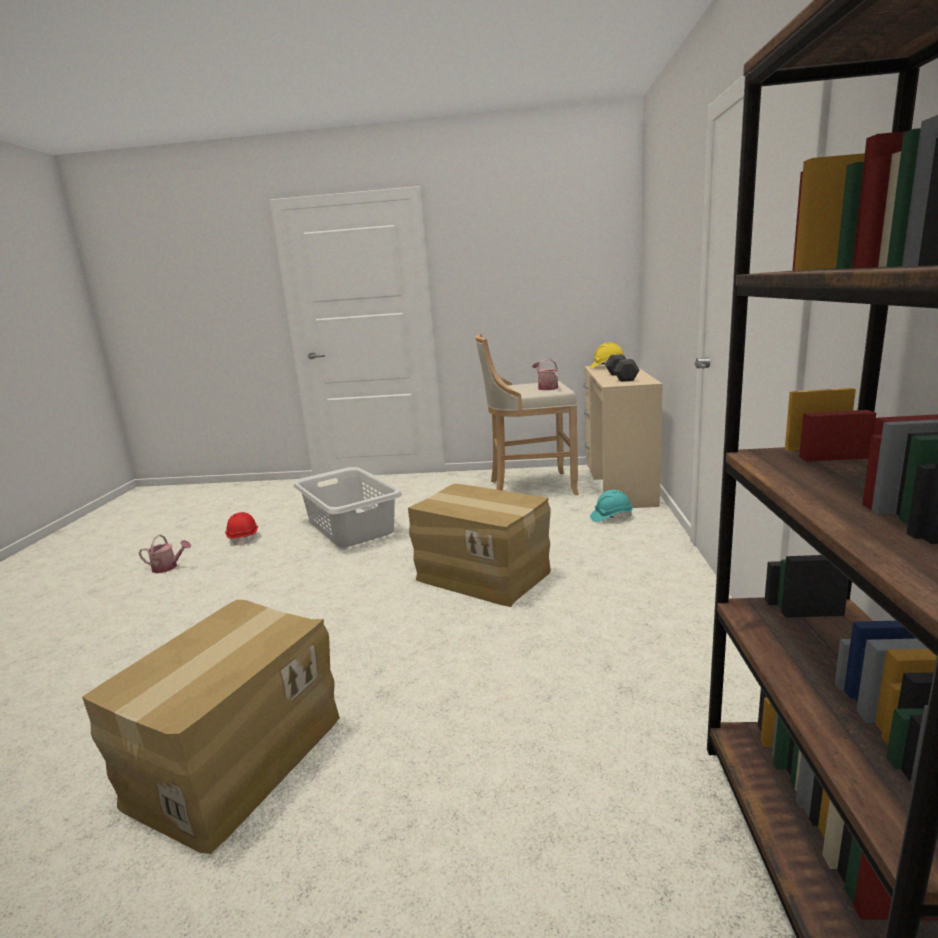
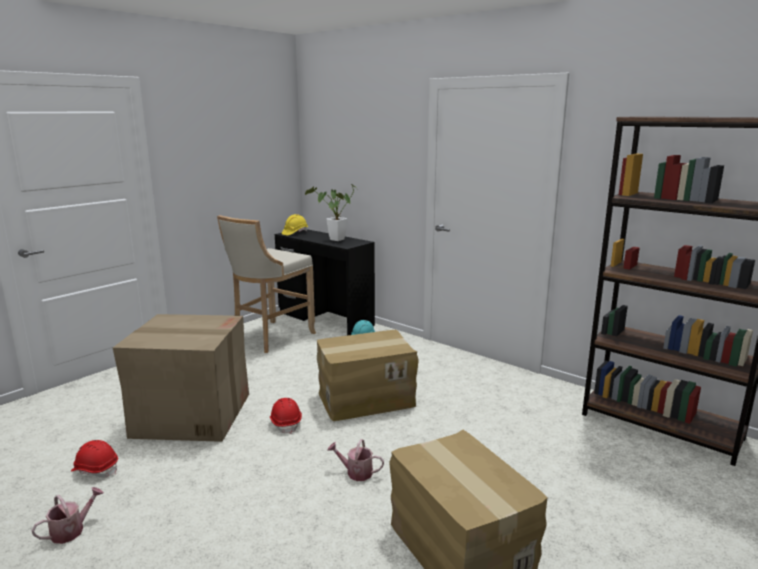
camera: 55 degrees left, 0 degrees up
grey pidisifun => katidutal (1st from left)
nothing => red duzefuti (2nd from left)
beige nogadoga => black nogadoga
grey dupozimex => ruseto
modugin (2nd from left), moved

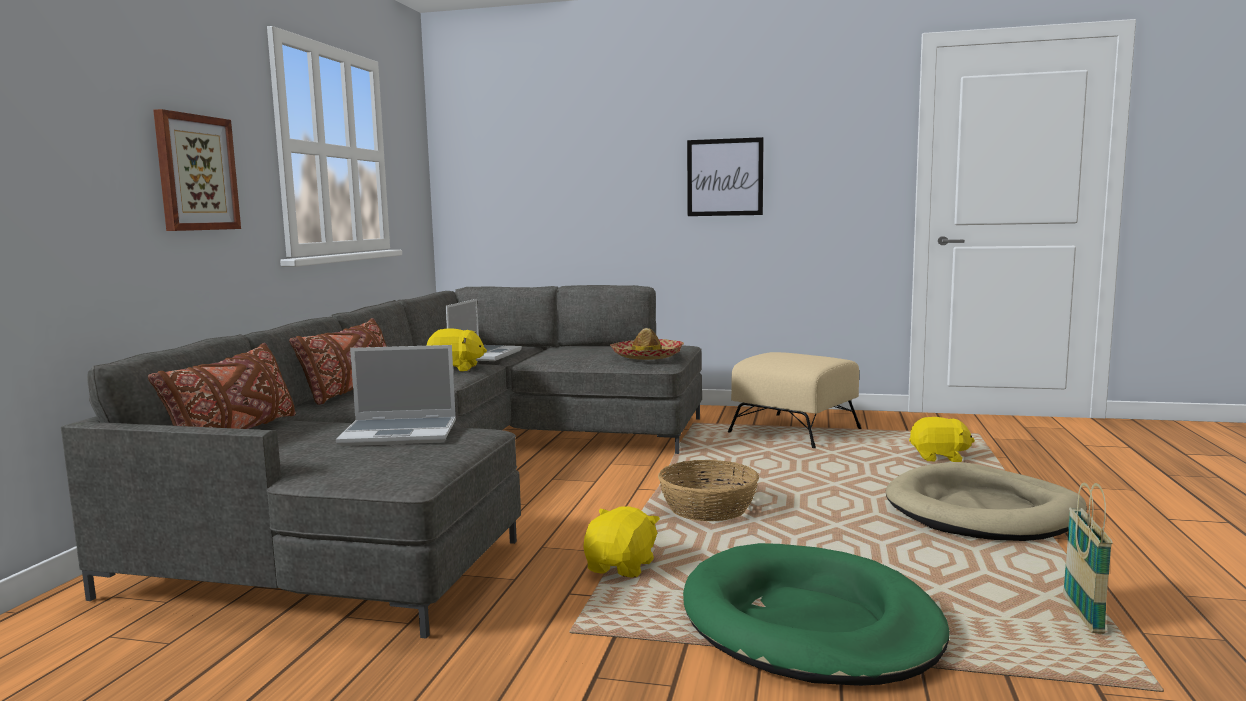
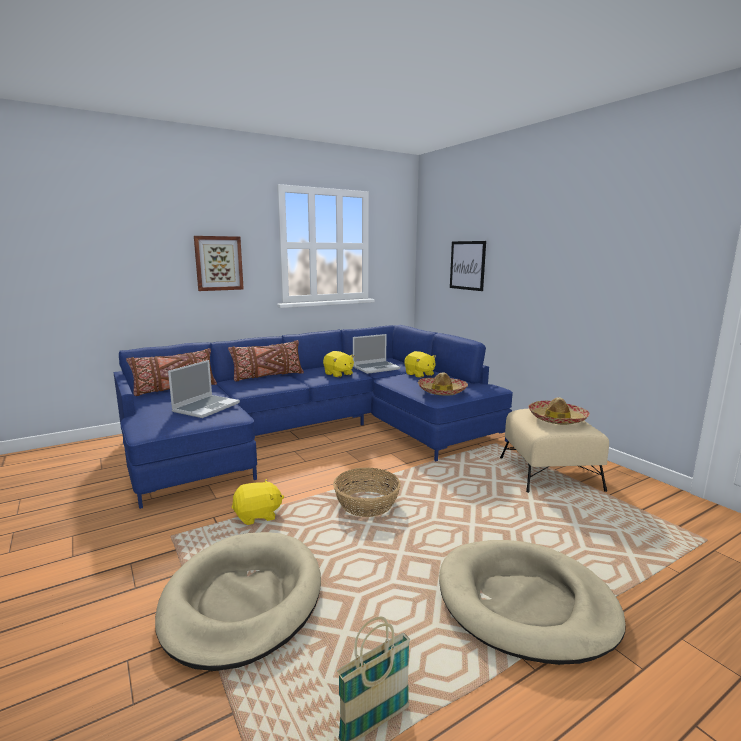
camera: 45 degrees right, 5 degrees up
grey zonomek => blue zonomek
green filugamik => beige filugamik (1st from left)
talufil (1st from left), 105 degrees counterclockwise
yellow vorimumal (3rd from left), moved
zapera (2nd from left), moved
nothing => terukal (2nd from left)

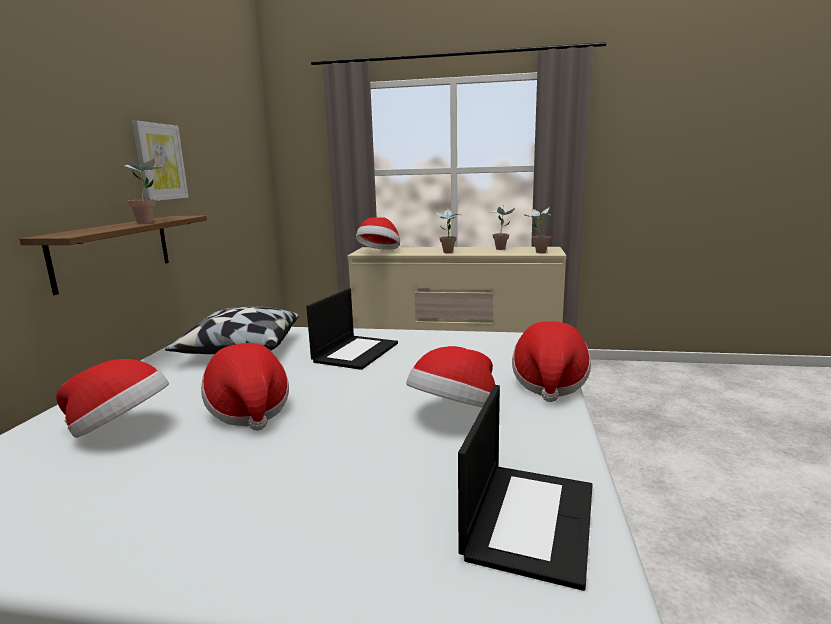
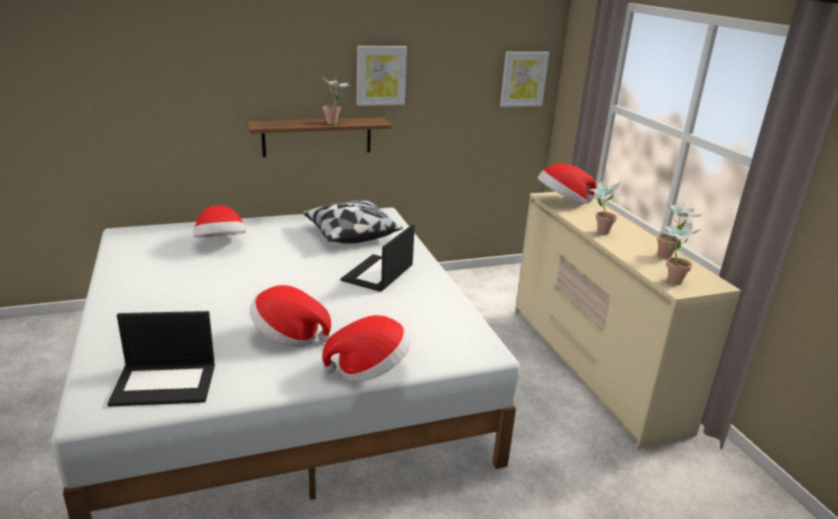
camera: 60 degrees right, 10 degrees up
talufil (1st from left in the first image) => talufil (2nd from left), 120 degrees clockwise
nothing => zapera (2nd from left)
terukal (2nd from left) => nothing

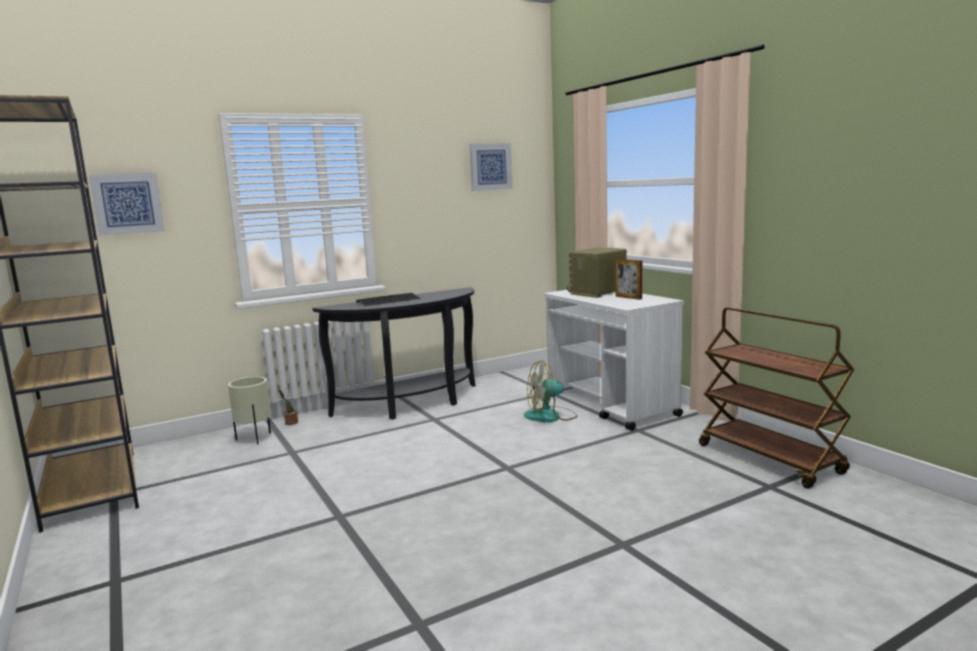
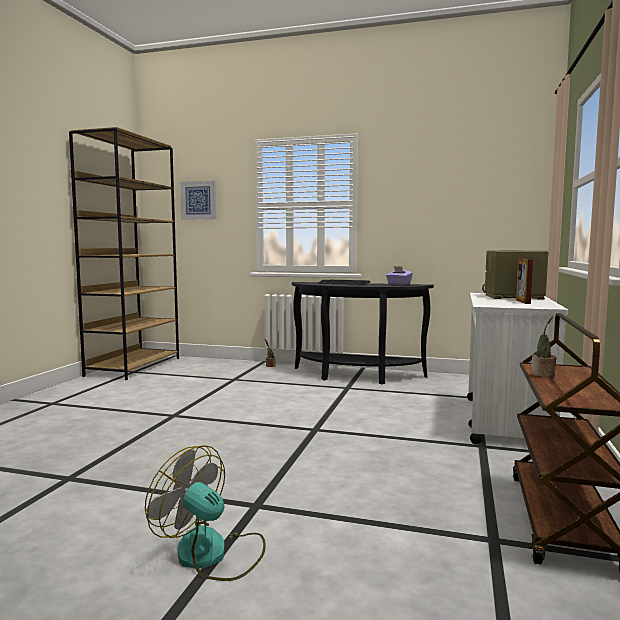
camera: 45 degrees right, 5 degrees down
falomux, moved
nothing => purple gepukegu
nothing => ruseto (2nd from left)
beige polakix => nothing
zapera (2nd from left) => nothing

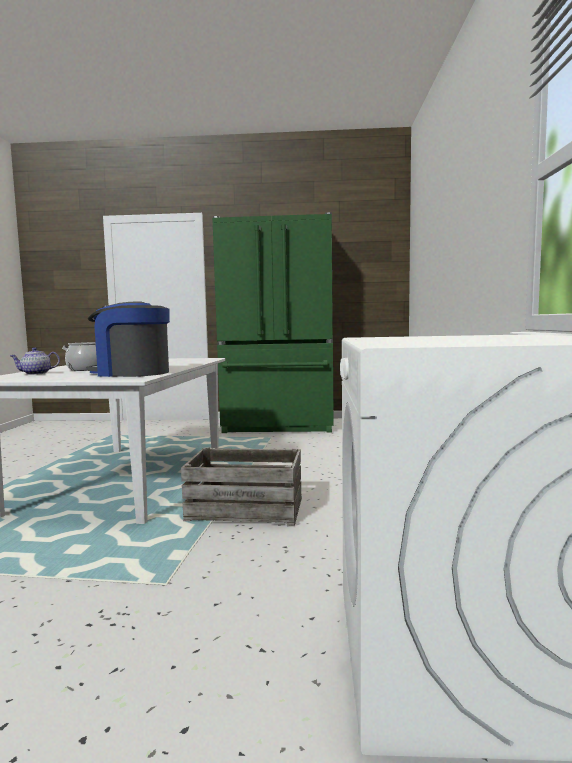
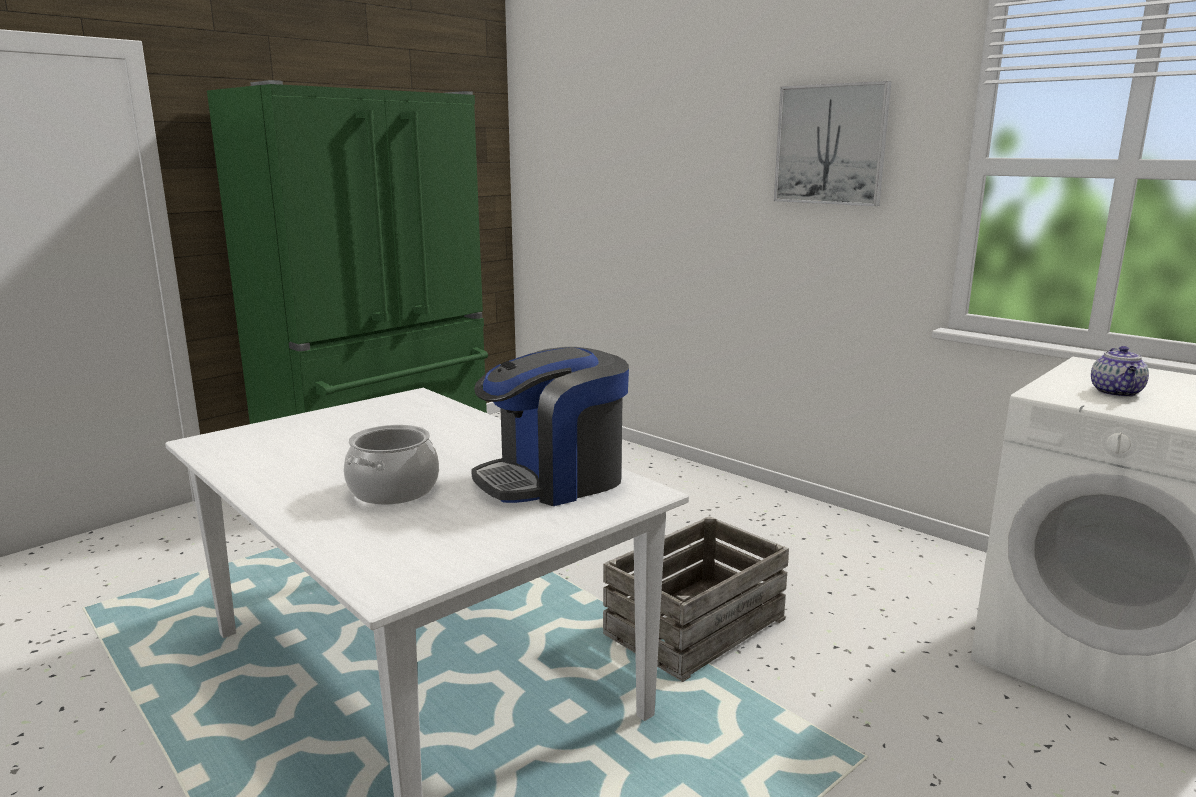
camera: 50 degrees left, 10 degrees up
nothing => zapera
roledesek, moved

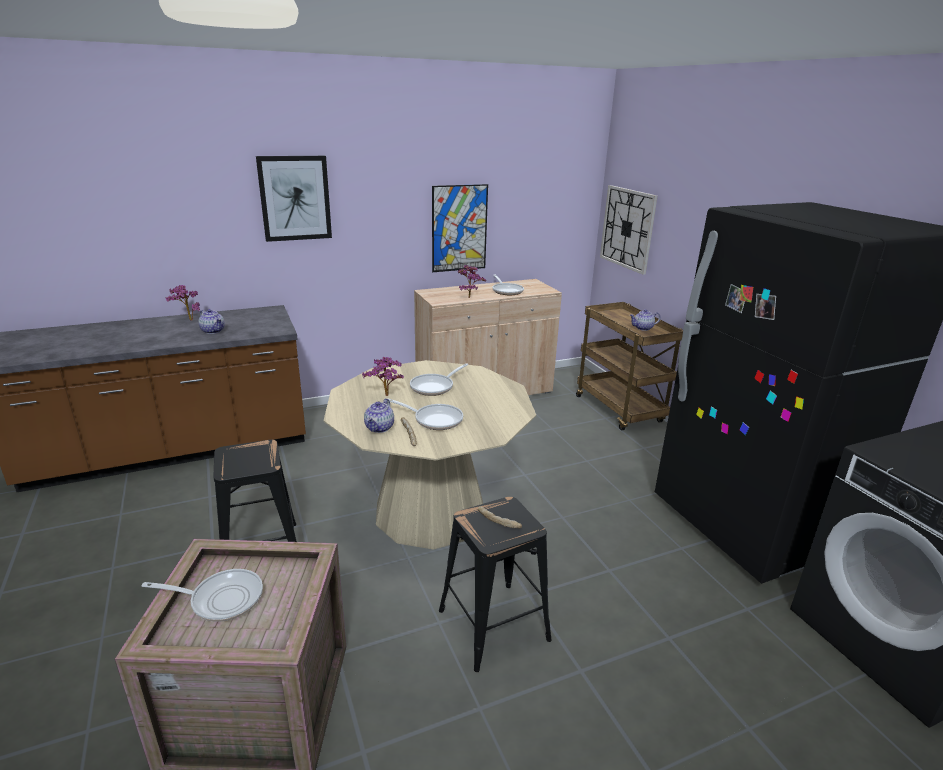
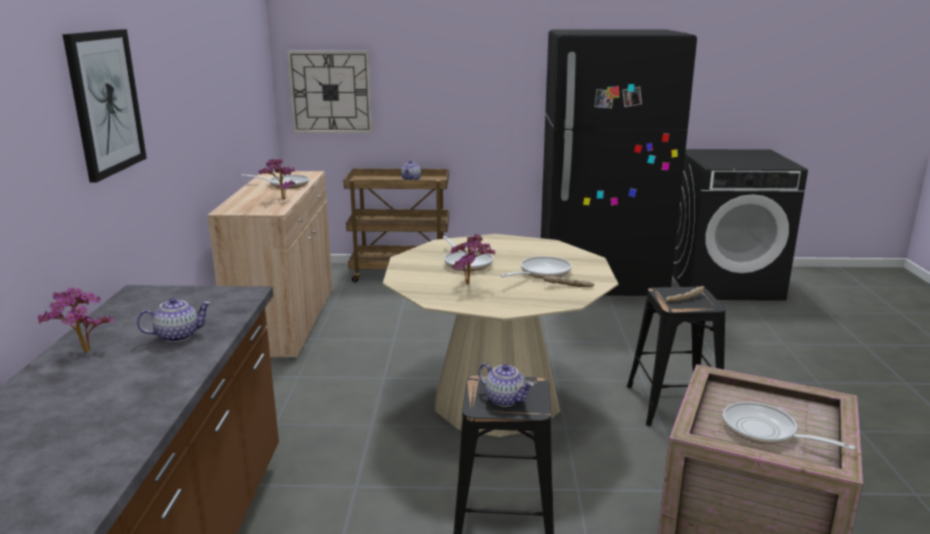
camera: 65 degrees left, 5 degrees down
roledesek (2nd from left in the first image) => roledesek (3rd from left), moved
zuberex (1st from left in the first image) => zuberex (4th from left), 75 degrees counterclockwise
zapera (2nd from left) => nothing

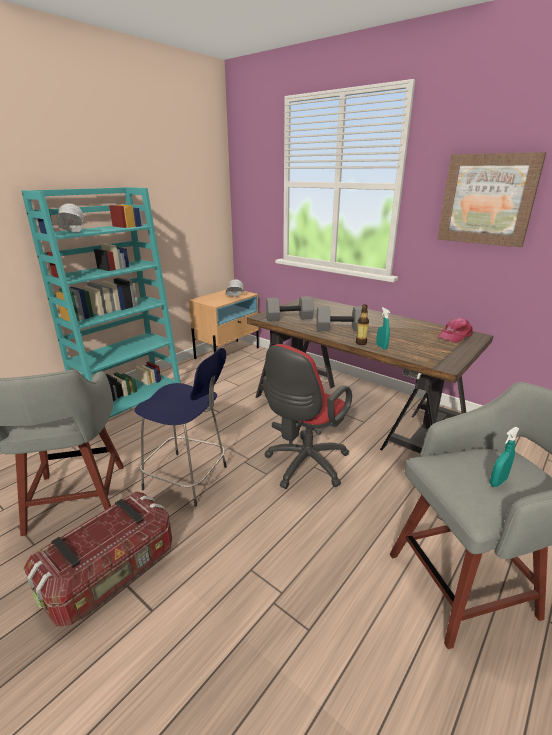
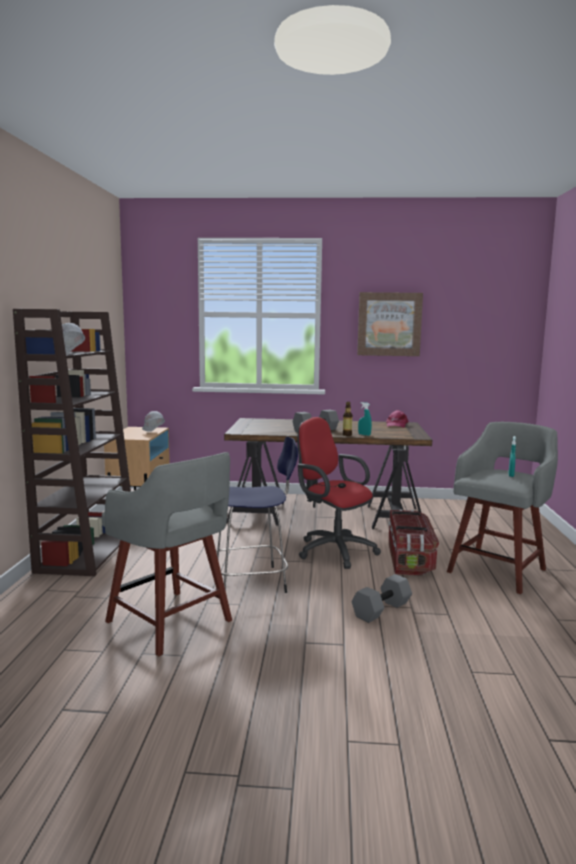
camera: 35 degrees left, 15 degrees down
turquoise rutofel => brown rutofel
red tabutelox, 135 degrees clockwise
grey dupozimex (1st from left in the first image) => grey dupozimex (2nd from left), moved
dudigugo, moved

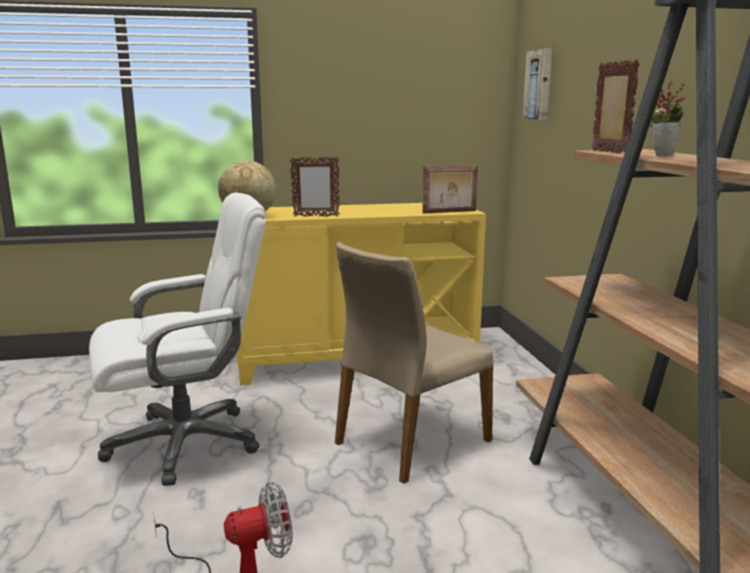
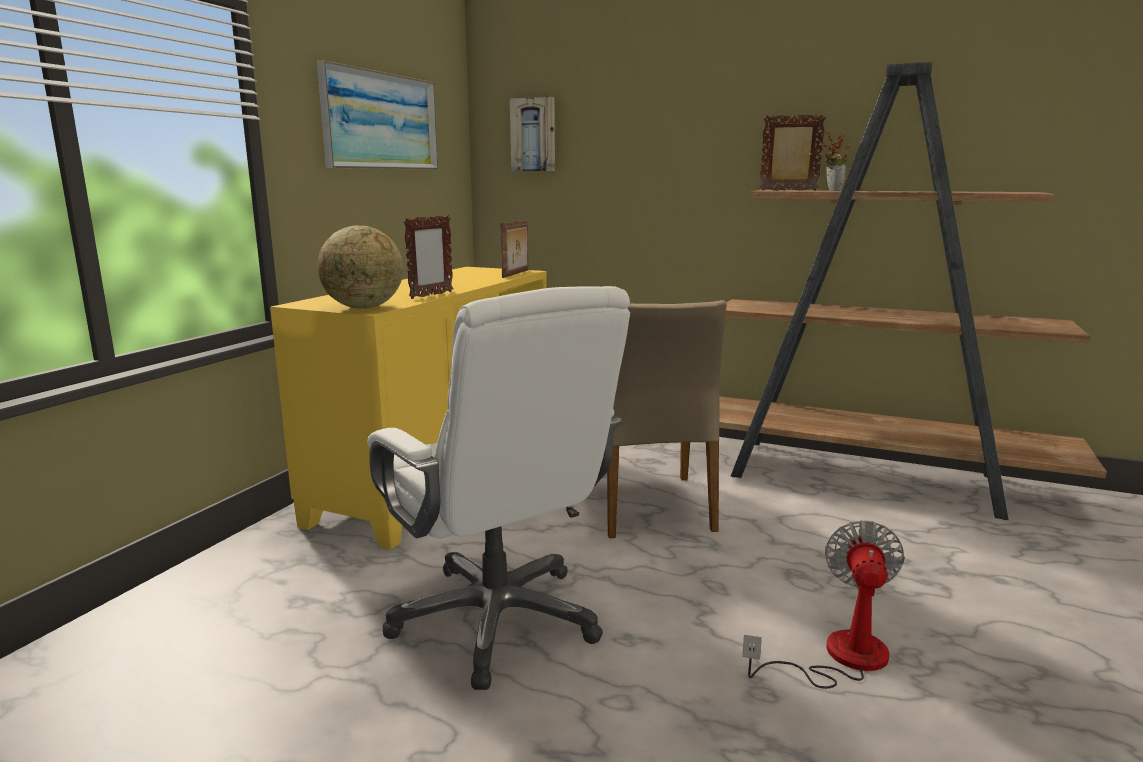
camera: 55 degrees left, 0 degrees up
nothing => zapera (1st from left)
white tabutelox, 135 degrees clockwise

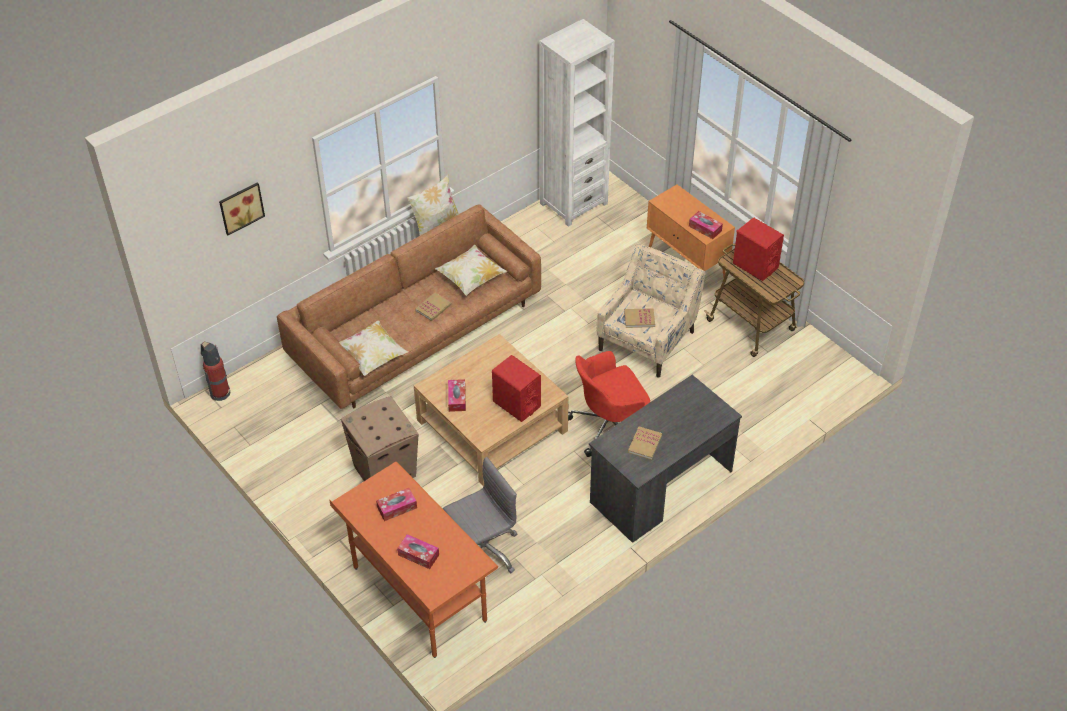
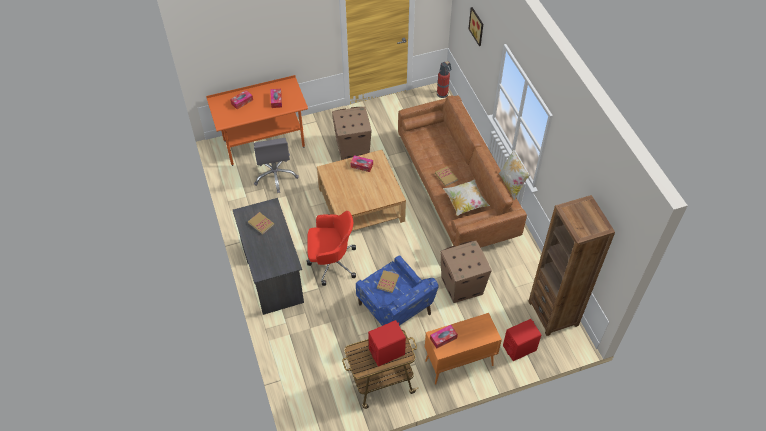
camera: 110 degrees right, 5 degrees up
red tabutelox, 90 degrees clockwise
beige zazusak => blue zazusak
nothing => katidutal (2nd from left)
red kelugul (1st from left in the first image) => red kelugul (2nd from left), moved
white rutofel => brown rutofel
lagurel (1st from left) => nothing

